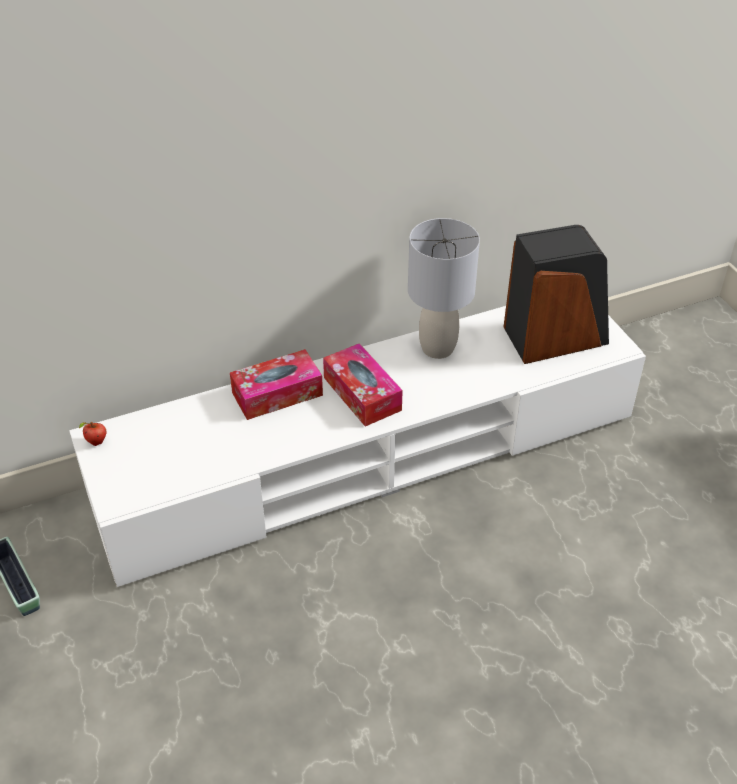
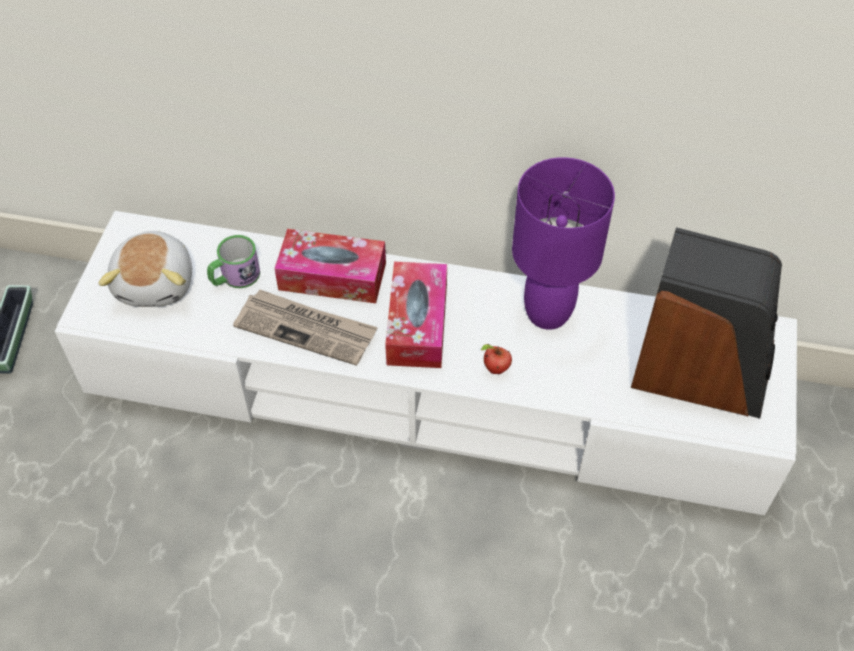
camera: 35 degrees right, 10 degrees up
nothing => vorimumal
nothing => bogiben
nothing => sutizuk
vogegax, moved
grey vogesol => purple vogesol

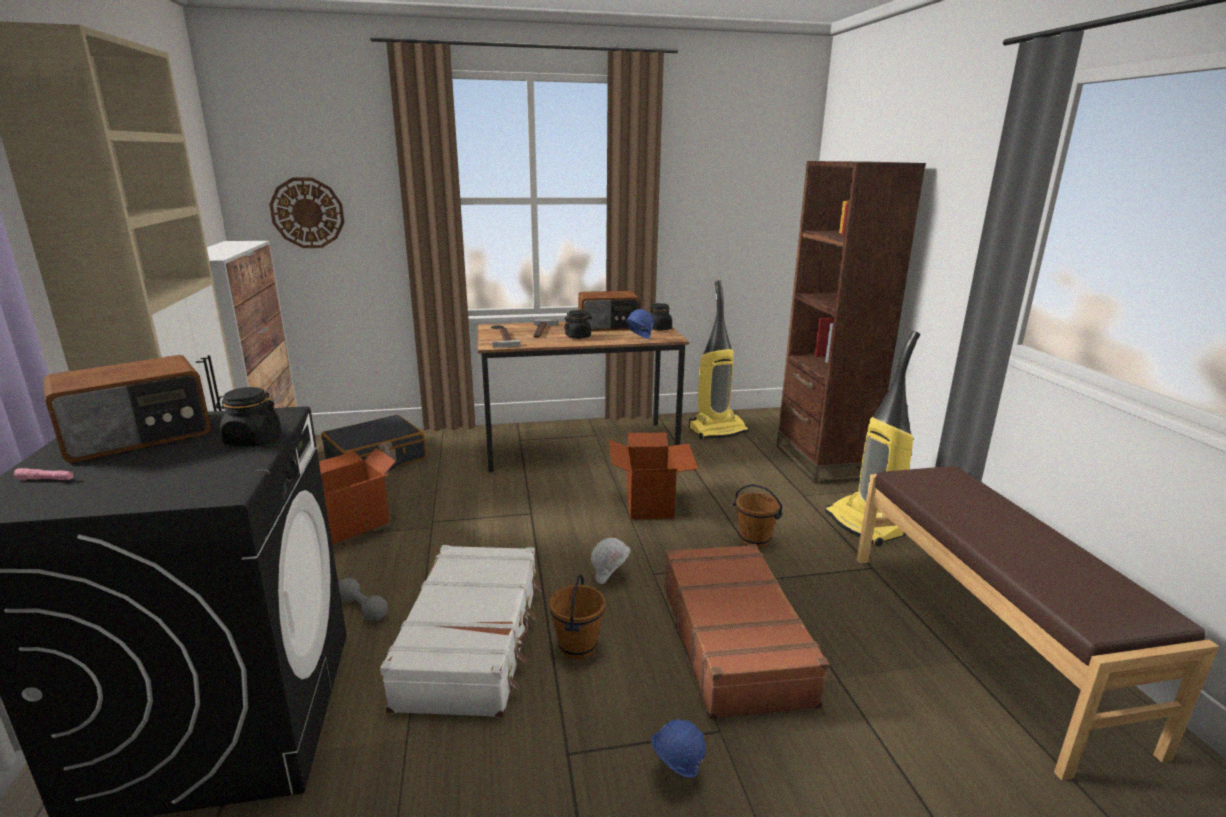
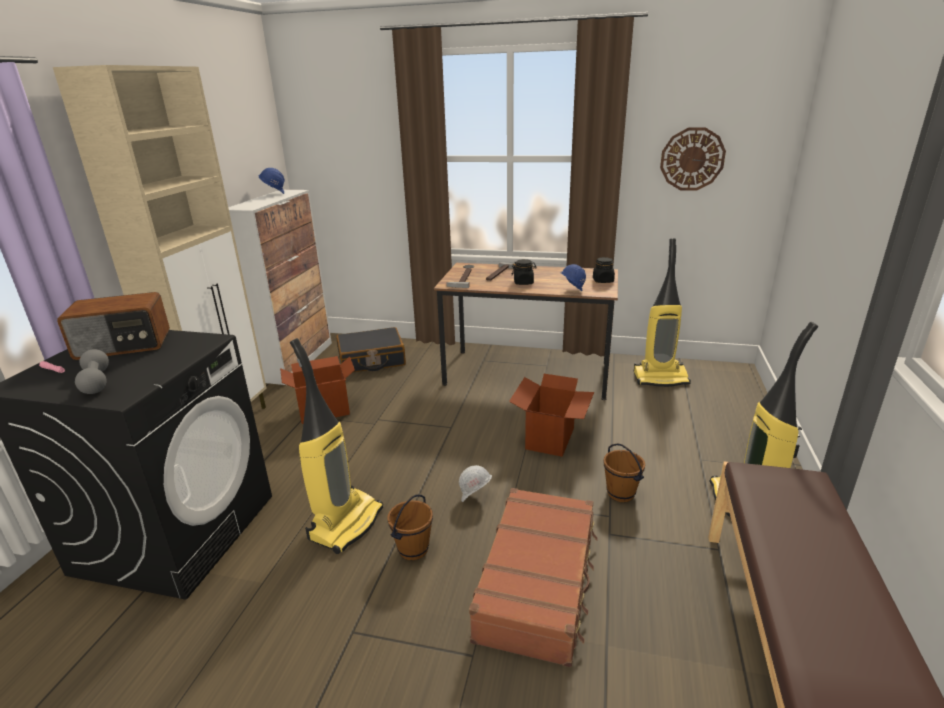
camera: 25 degrees right, 5 degrees up
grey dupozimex, moved
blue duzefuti (2nd from left in the first image) => blue duzefuti (1st from left), moved
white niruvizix => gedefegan (1st from left)
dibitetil, moved
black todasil (1st from left) => nothing
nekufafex (2nd from left) => nothing
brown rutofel => nothing

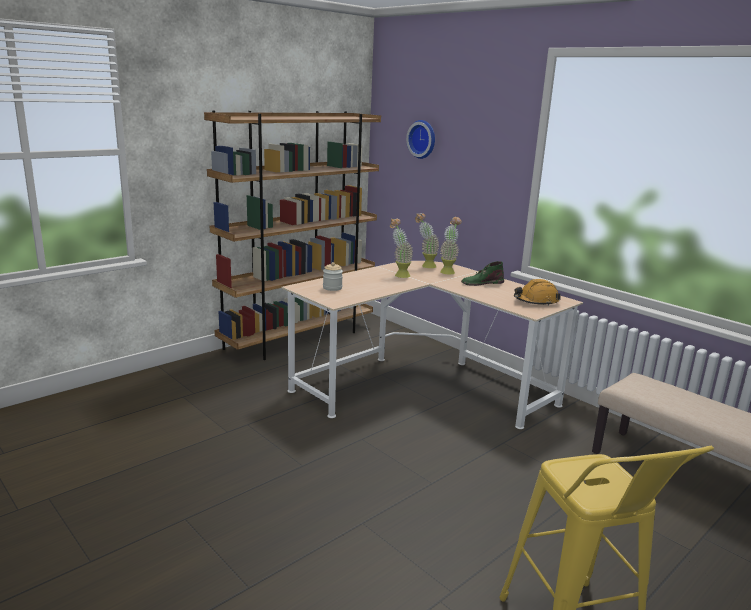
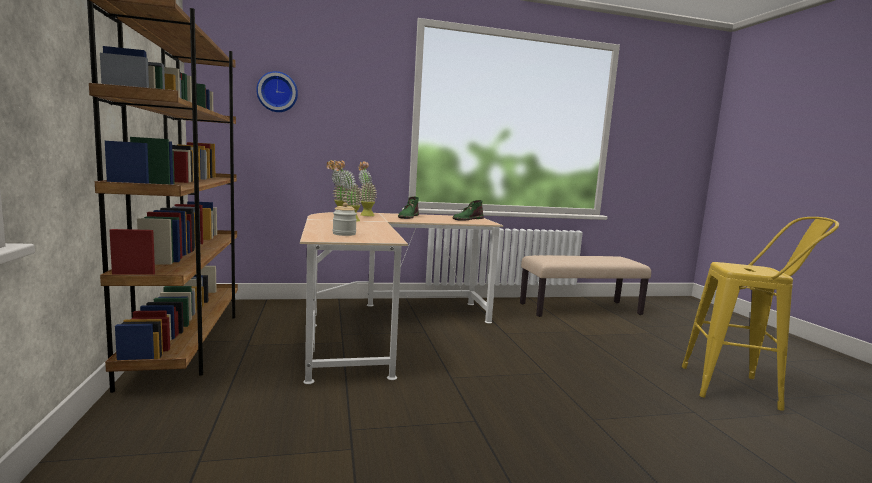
camera: 60 degrees left, 10 degrees down
orange duzefuti => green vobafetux (2nd from left)

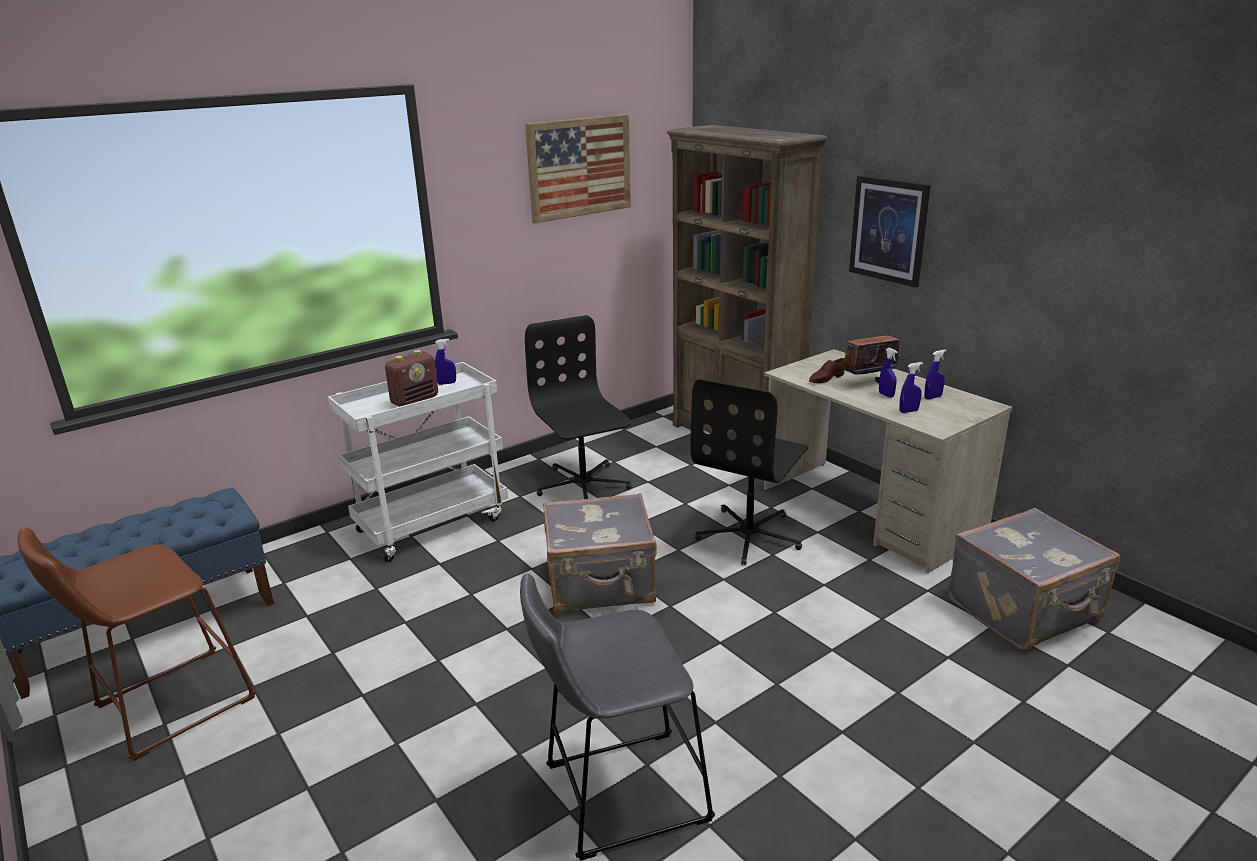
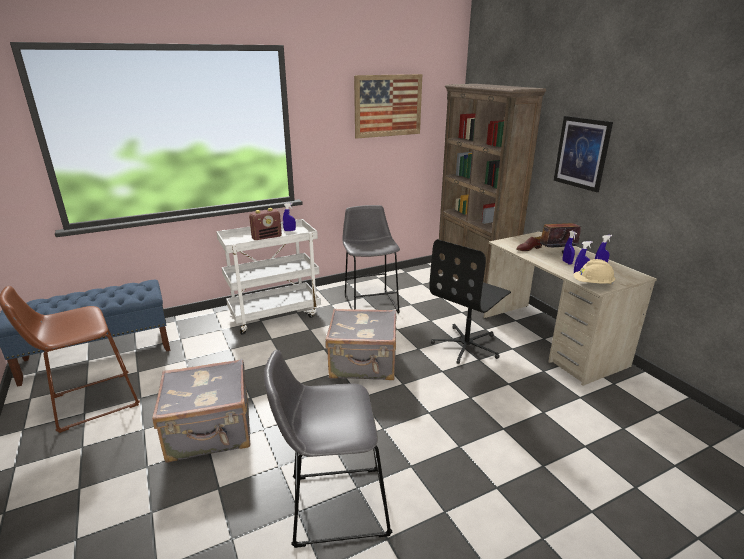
camera: 10 degrees right, 0 degrees up
grey niruvizix (2nd from left in the first image) => grey niruvizix (1st from left), moved
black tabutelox (1st from left) => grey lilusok (2nd from left)
nothing => beige duzefuti

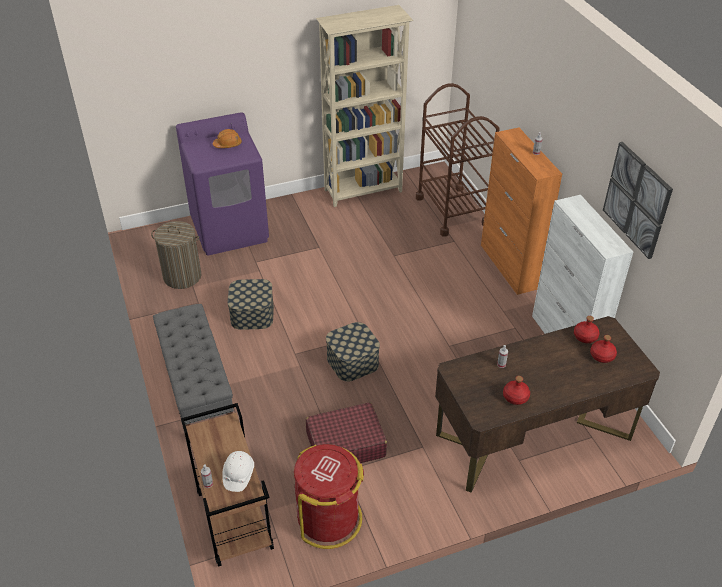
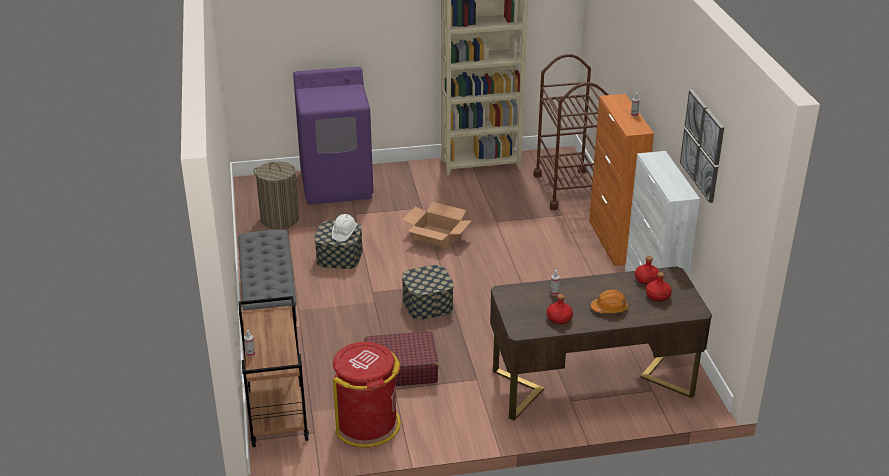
camera: 10 degrees right, 10 degrees down
white duzefuti, moved
nothing => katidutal
orange duzefuti, moved

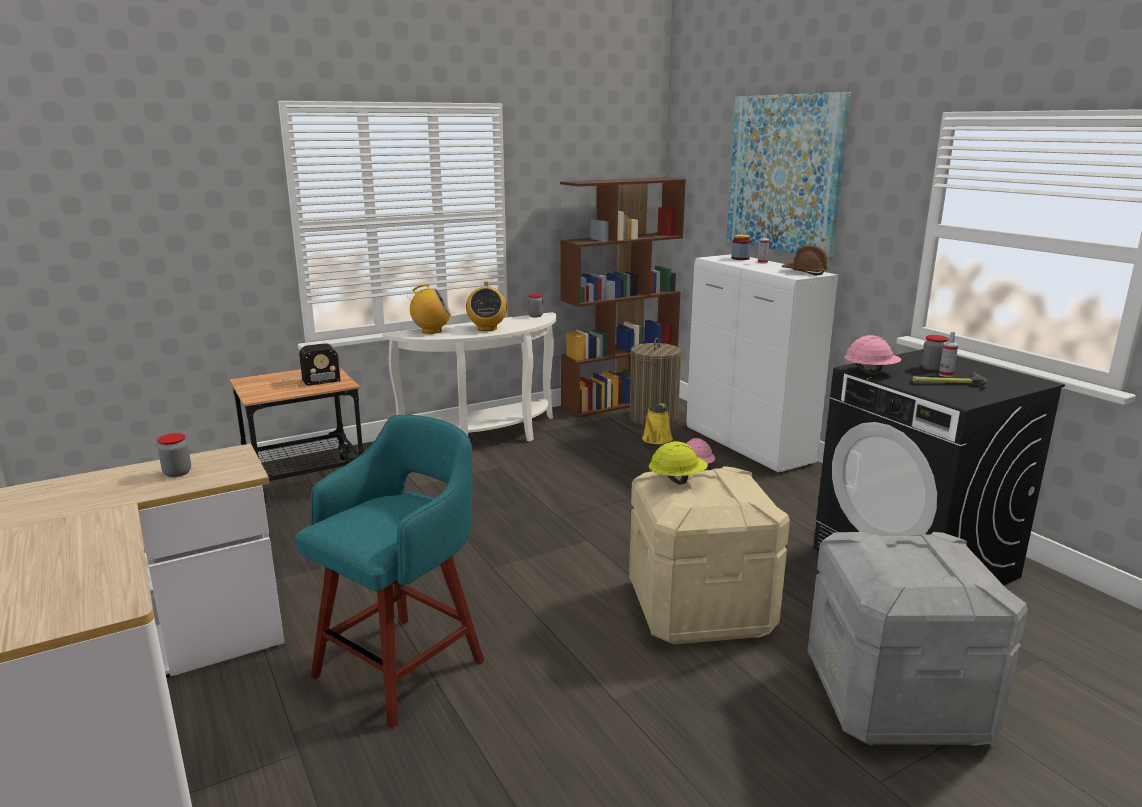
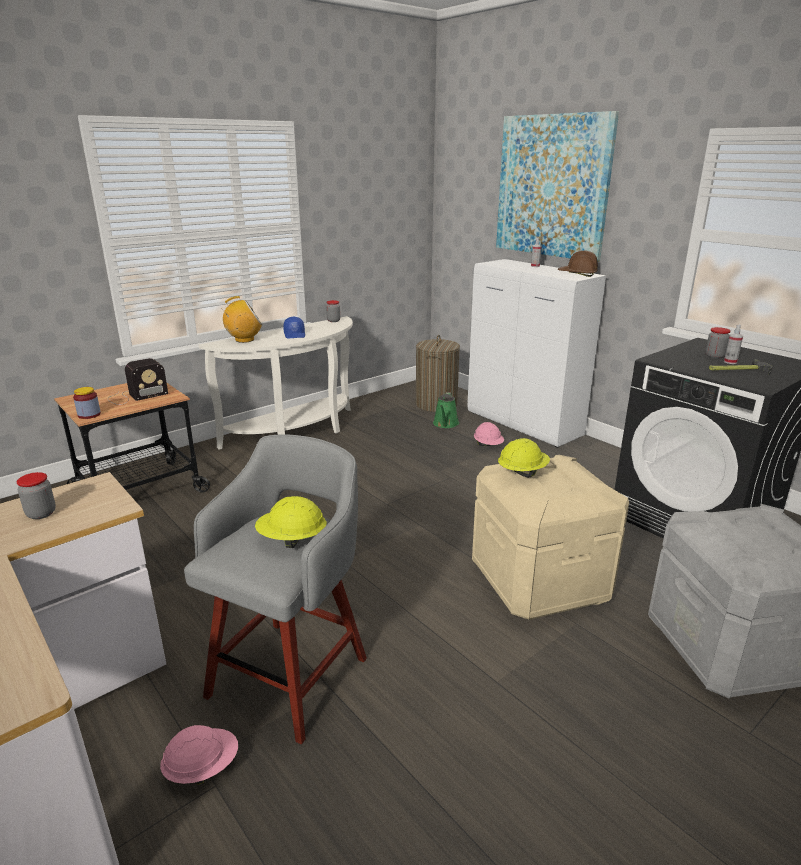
camera: 10 degrees left, 5 degrees up
todasil (3rd from left in the first image) => todasil (2nd from left), moved
pink duzefuti (2nd from left in the first image) => pink duzefuti (1st from left), moved
turquoise lilusok => grey lilusok
nothing => yellow duzefuti (1st from left)
nekufafex (3rd from left) => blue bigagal
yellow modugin => green modugin
brown rutofel => nothing

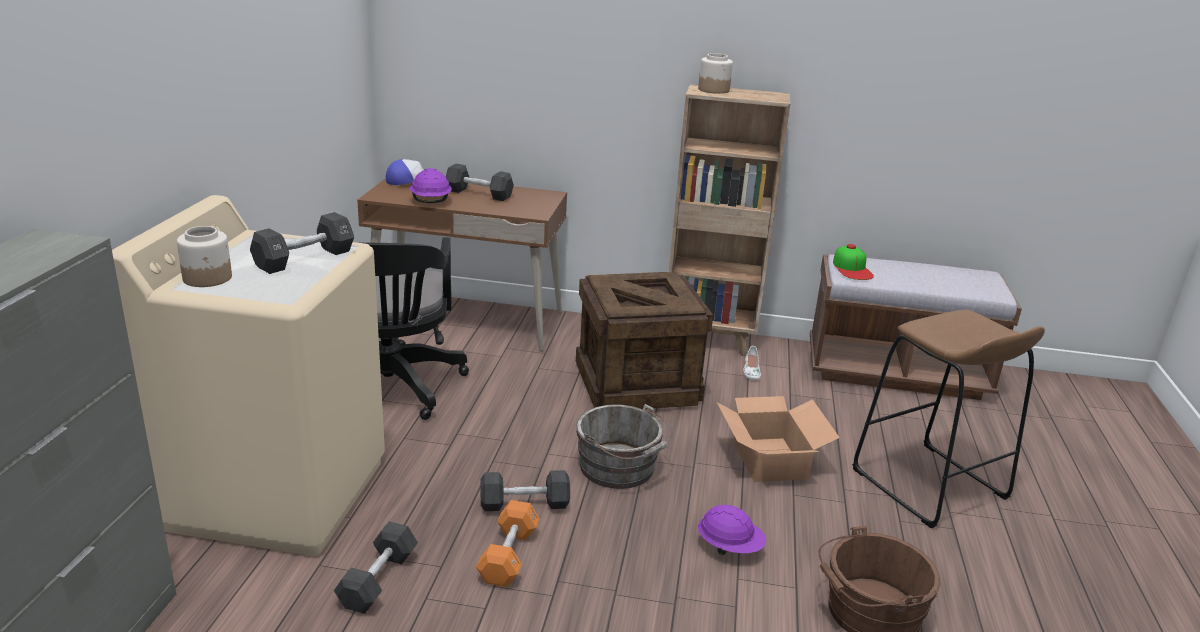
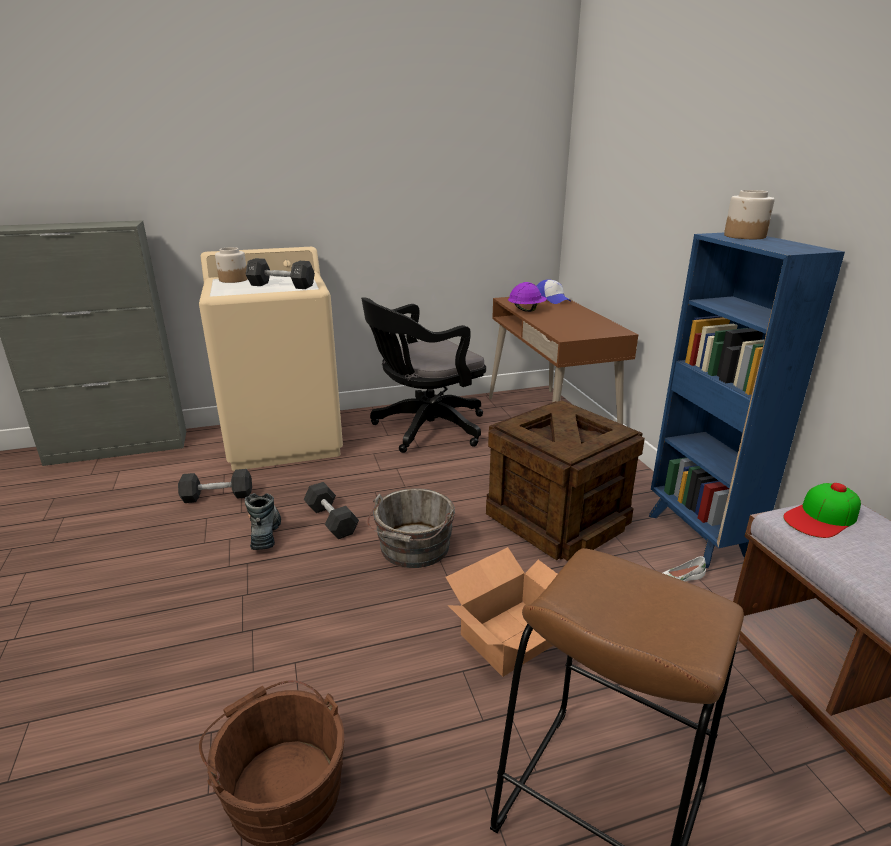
camera: 65 degrees right, 0 degrees up
orange dupozimex => vobafetux
brown rutofel => blue rutofel
black dupozimex (3rd from left) => nothing
purple duzefuti (2nd from left) => nothing

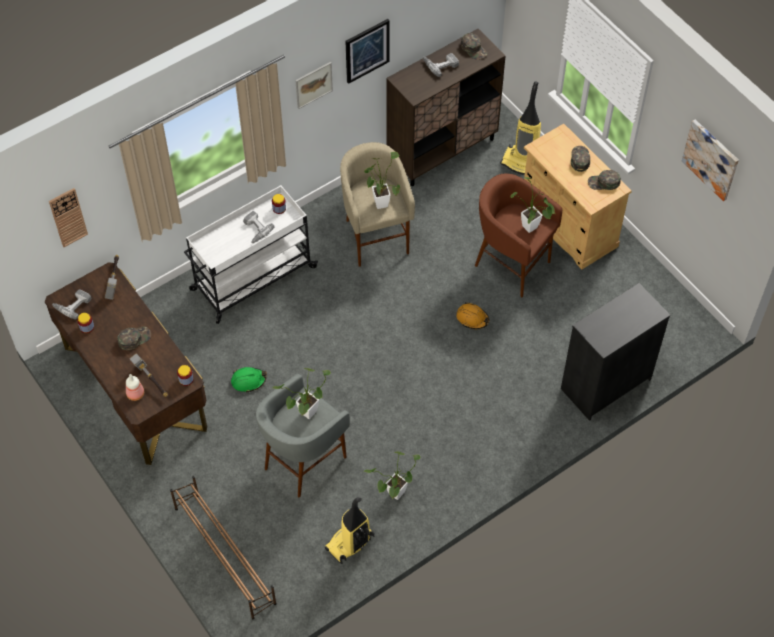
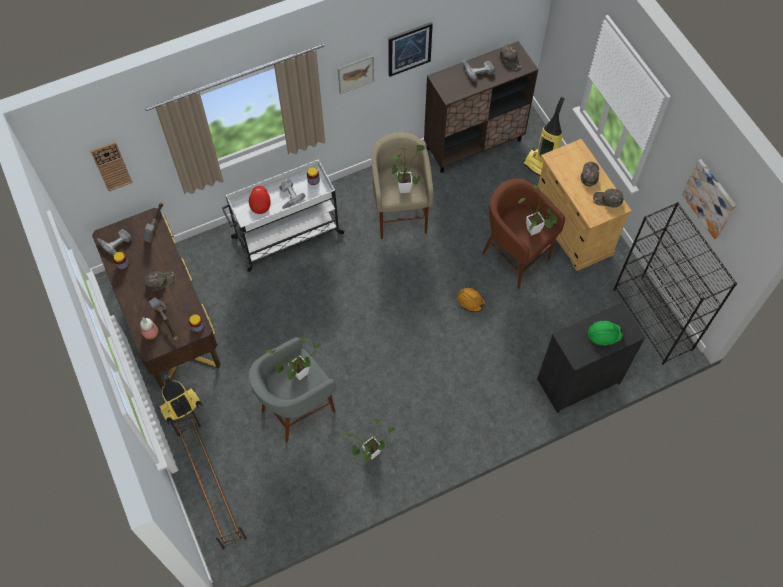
camera: 10 degrees right, 5 degrees up
gedefegan (1st from left), moved
nothing => red bigagal
green duzefuti, moved
nothing => black rutofel

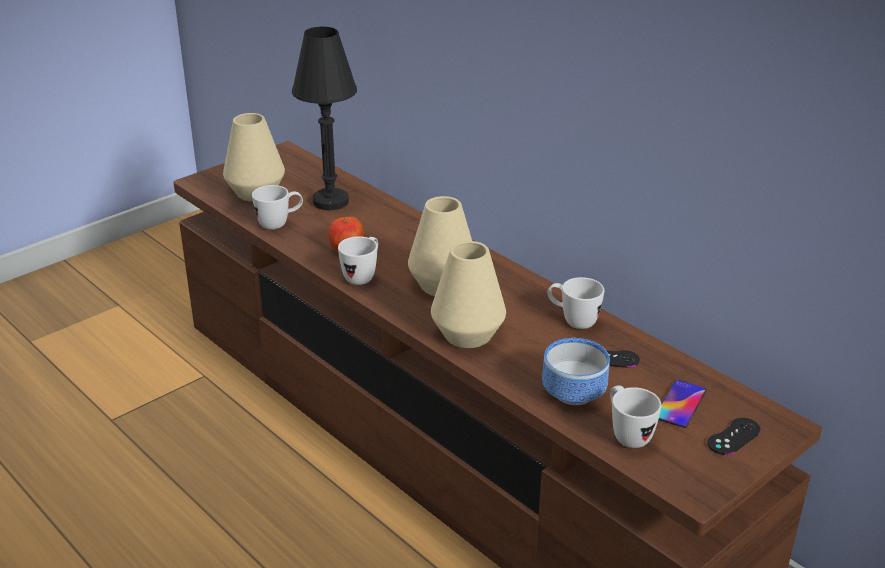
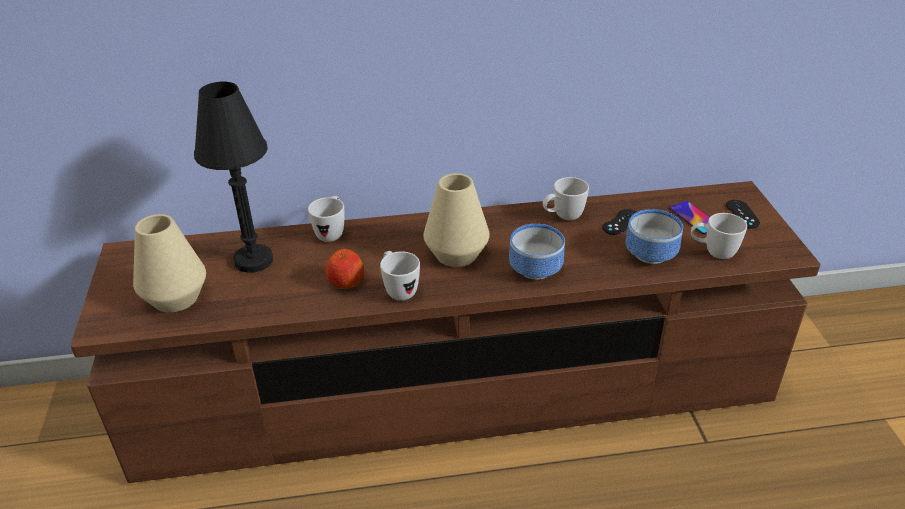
camera: 55 degrees left, 5 degrees up
white bogiben (1st from left), moved
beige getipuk (3rd from left) => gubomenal (1st from left)

